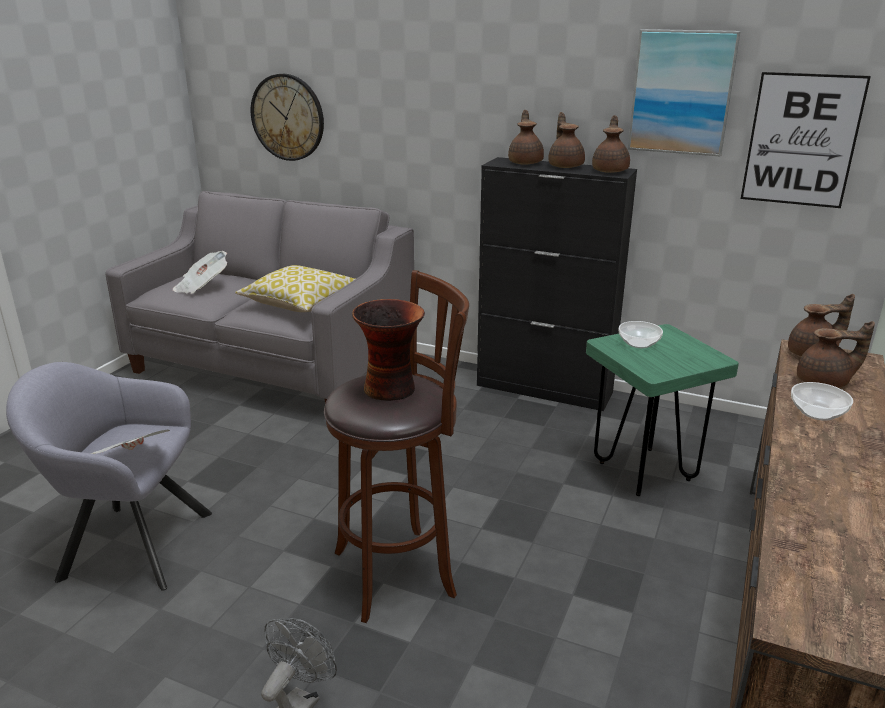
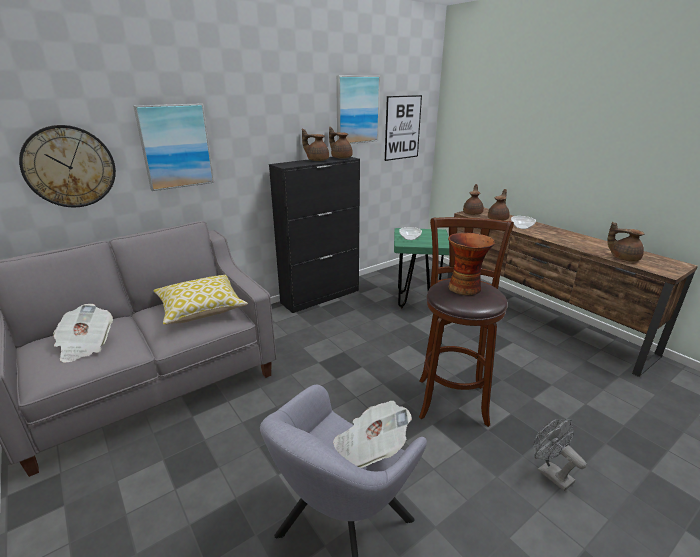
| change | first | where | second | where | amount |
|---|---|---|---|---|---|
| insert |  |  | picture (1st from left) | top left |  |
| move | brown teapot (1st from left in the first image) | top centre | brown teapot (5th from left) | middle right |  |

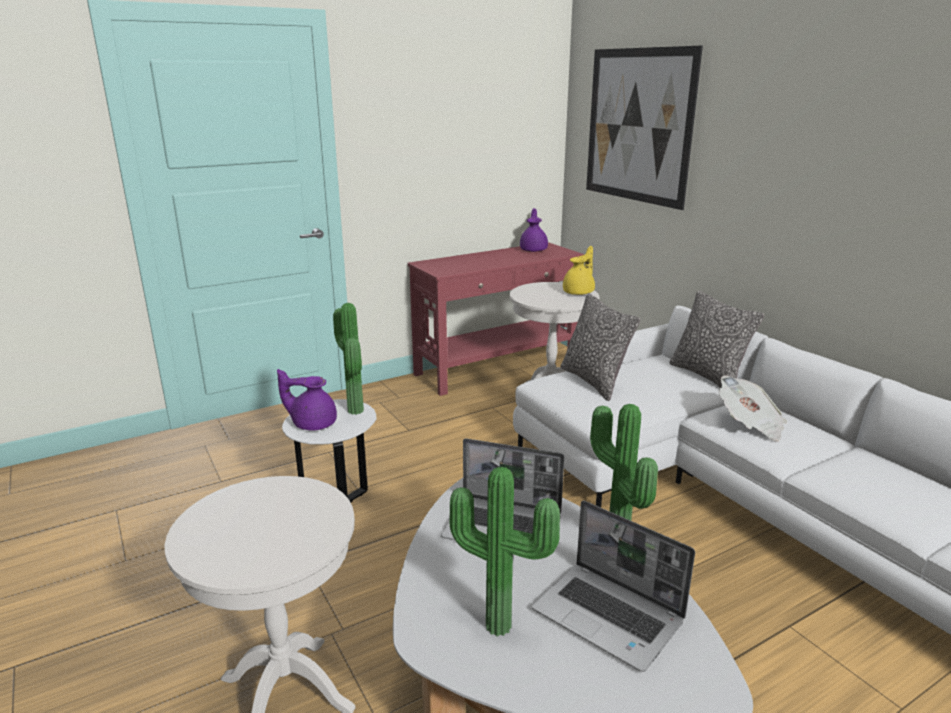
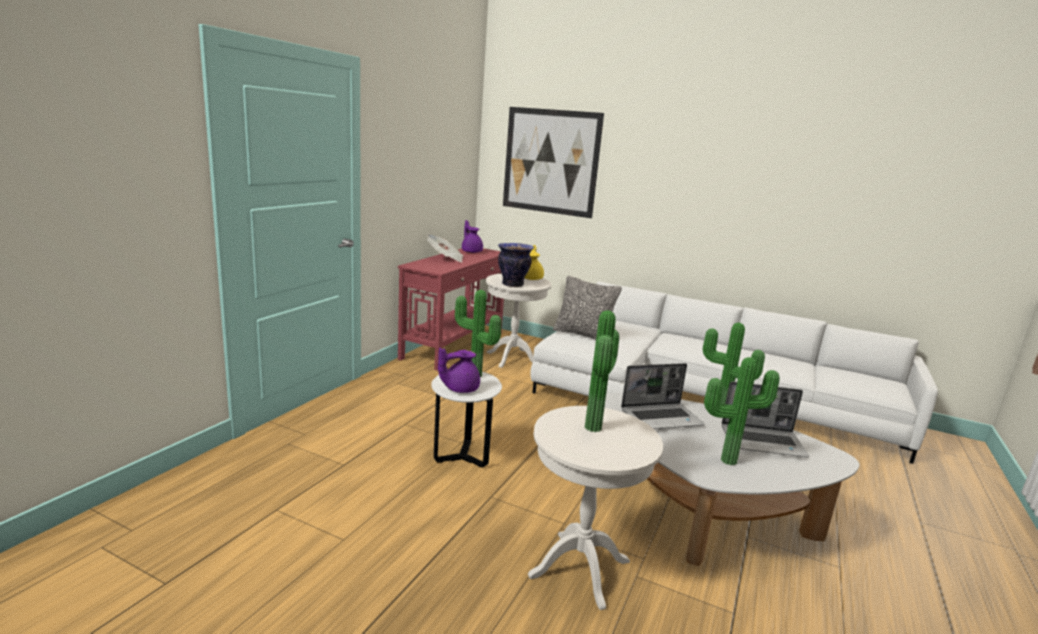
| change | first | where | second | where | amount |
|---|---|---|---|---|---|
| move | newspaper | middle right |  | centre |  |
| insert |  |  | vase | centre |  |
| insert |  |  | potted plant (2nd from left) | centre |  |
| delete | pillow (2nd from left) | middle right |  |  |  |

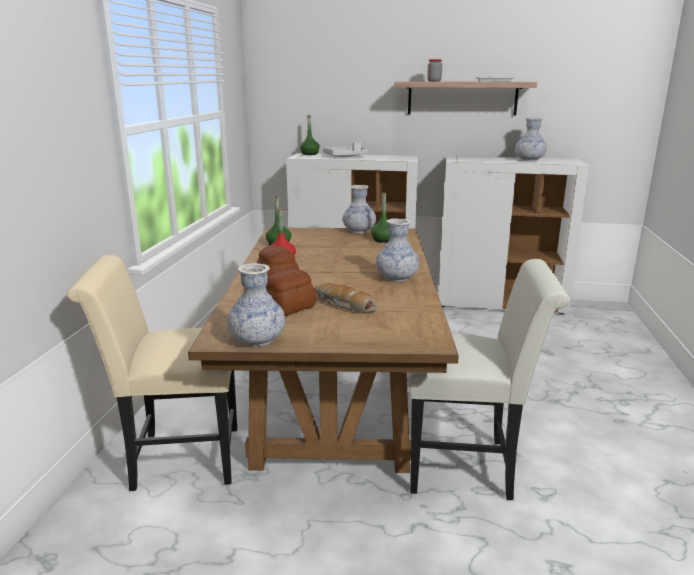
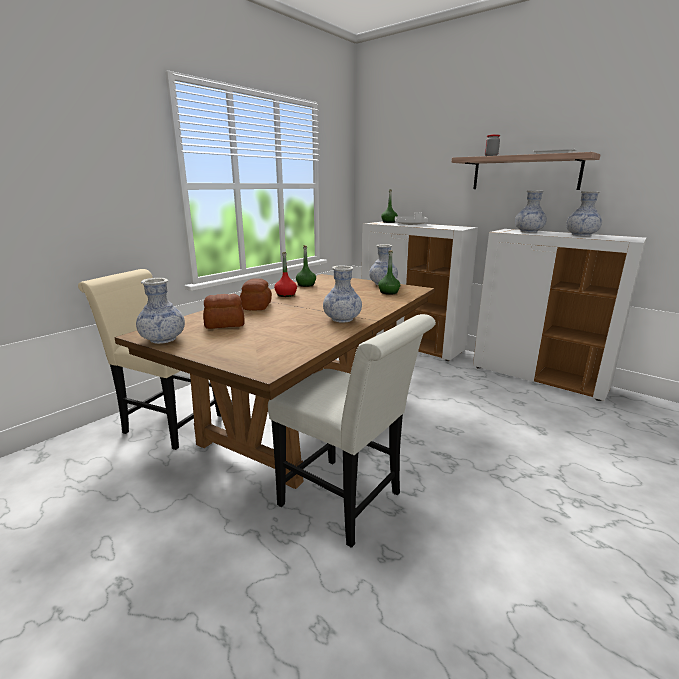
| change | first | where | second | where | amount |
|---|---|---|---|---|---|
| insert |  |  | vase (4th from left) | top right |  |
| delete | bread (3rd from left) | centre |  |  |  |

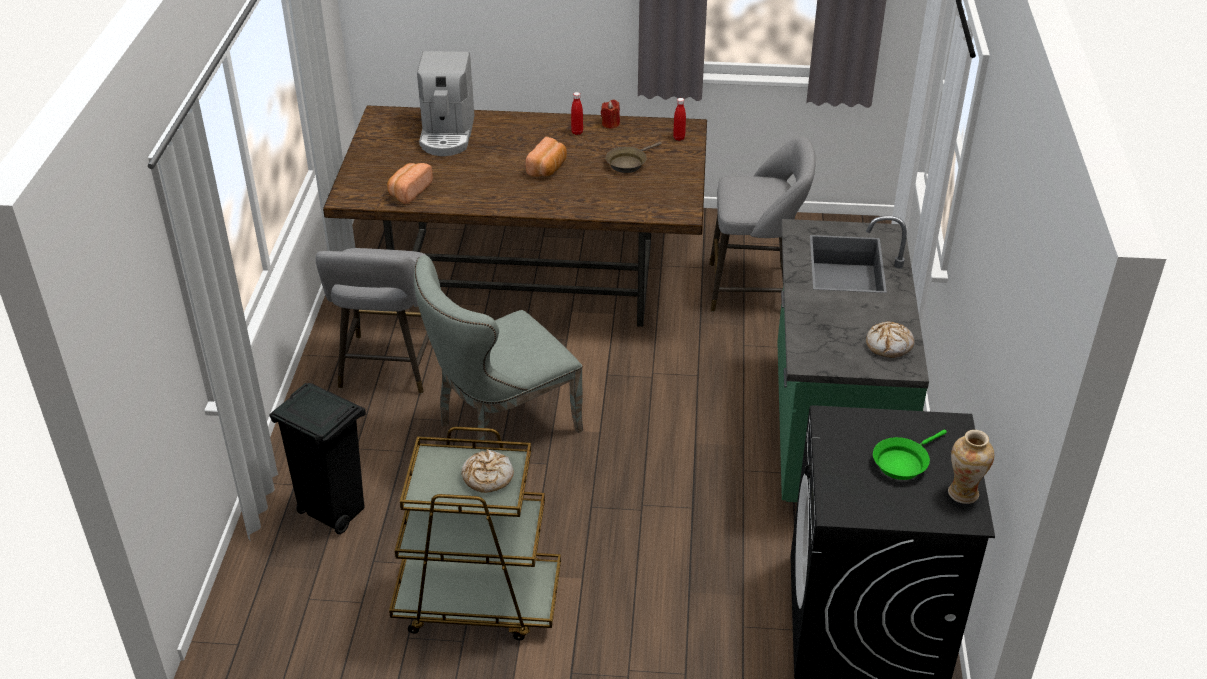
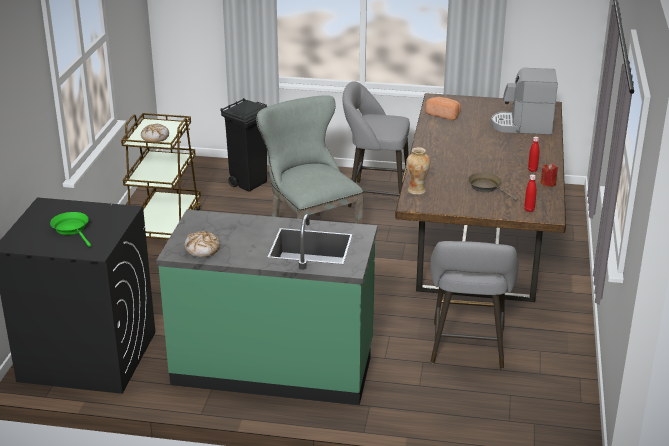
| change | first | where | second | where | amount |
|---|---|---|---|---|---|
| move | vase | bottom right |  | centre |  |
| delete | bread (3rd from left) | top centre |  |  |  |

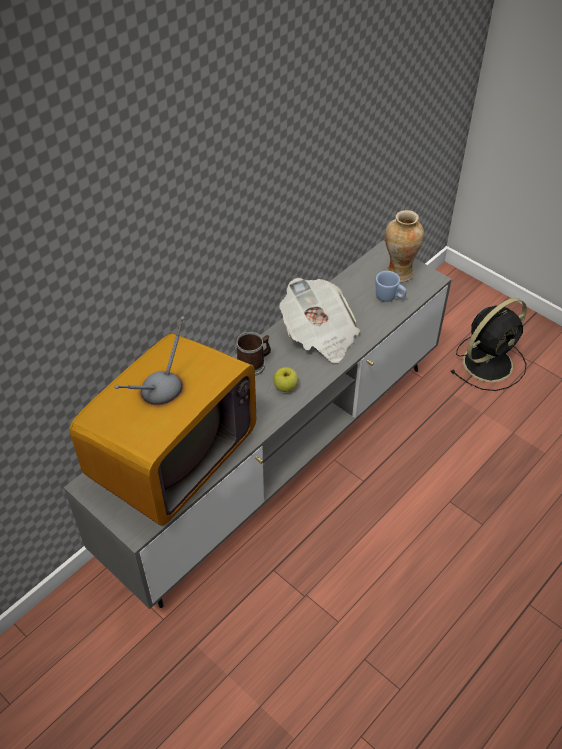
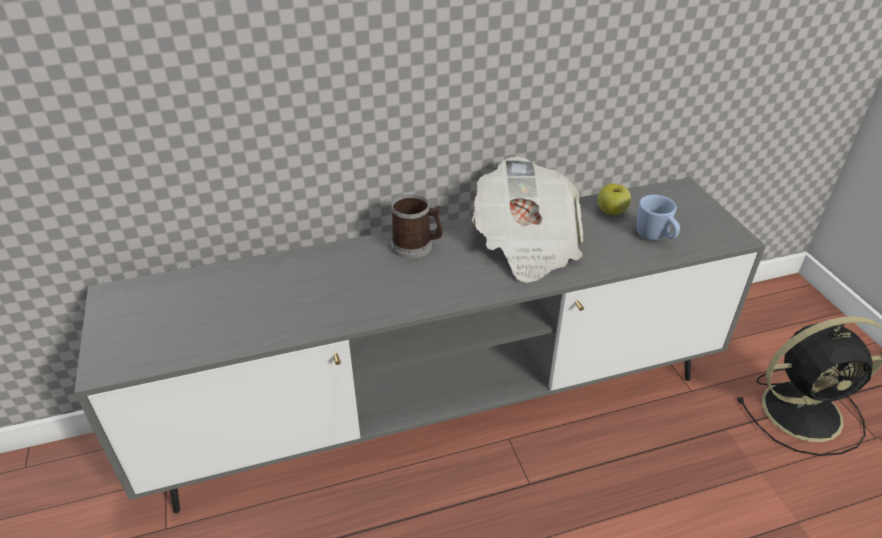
| change | first | where | second | where | amount |
|---|---|---|---|---|---|
| move | apple | centre |  | middle right |  |
| delete | television | middle left |  |  |  |
| delete | vase | top right |  |  |  |

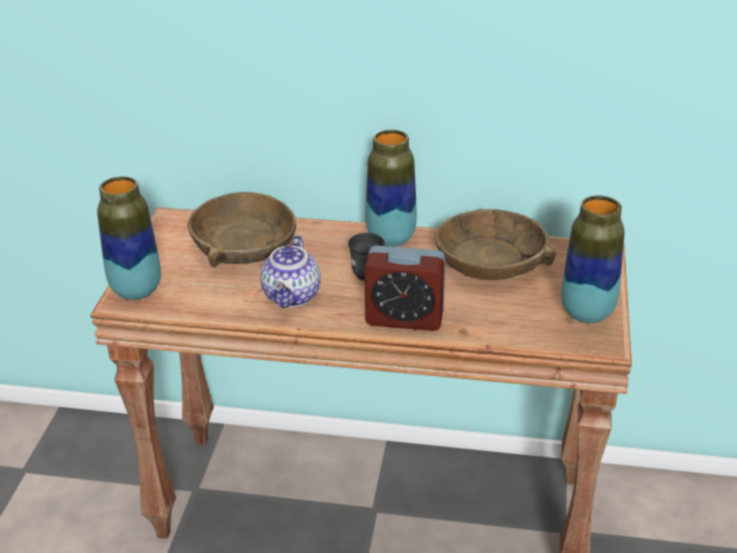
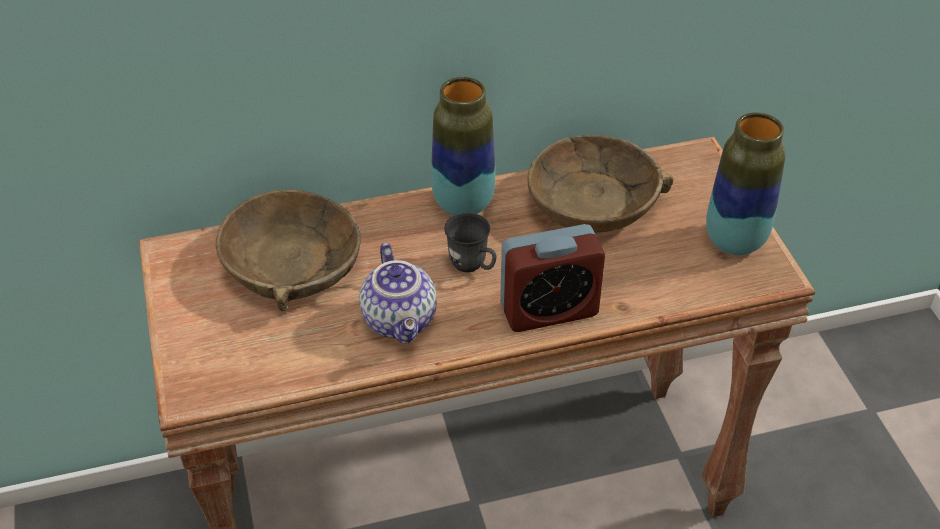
| change | first | where | second | where | amount |
|---|---|---|---|---|---|
| delete | vase (1st from left) | middle left |  |  |  |

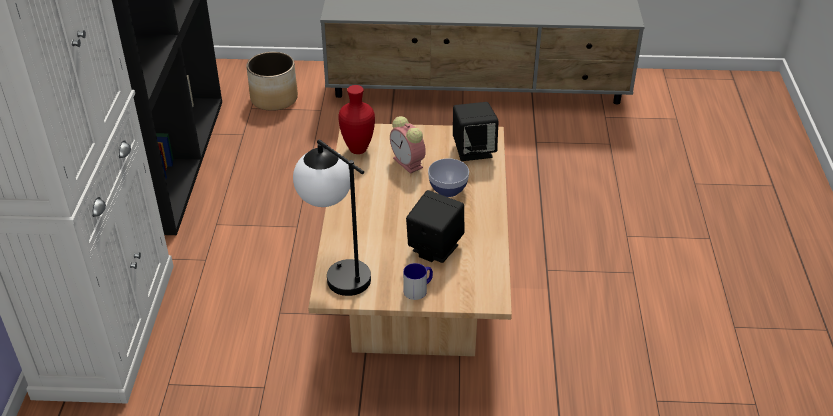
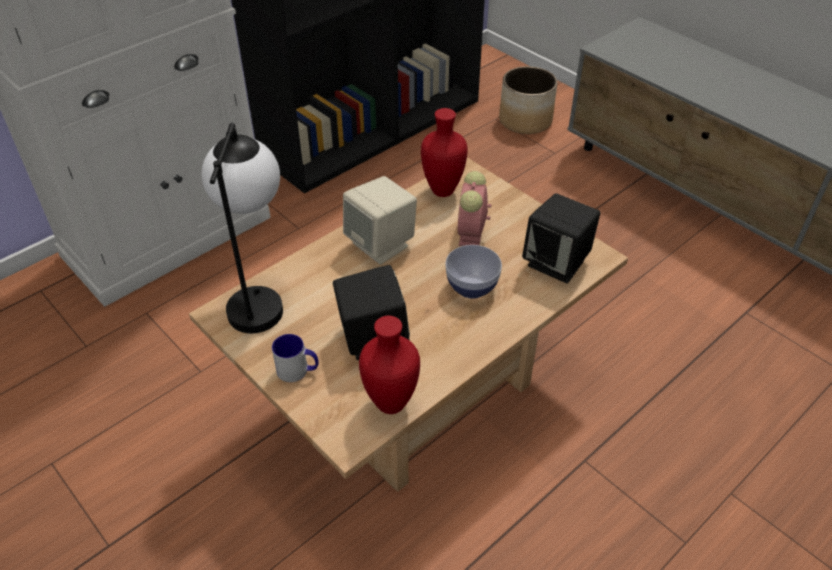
| change | first | where | second | where | amount |
|---|---|---|---|---|---|
| insert |  |  | beige speaker | centre |  |
| insert |  |  | red vase (1st from left) | centre |  |

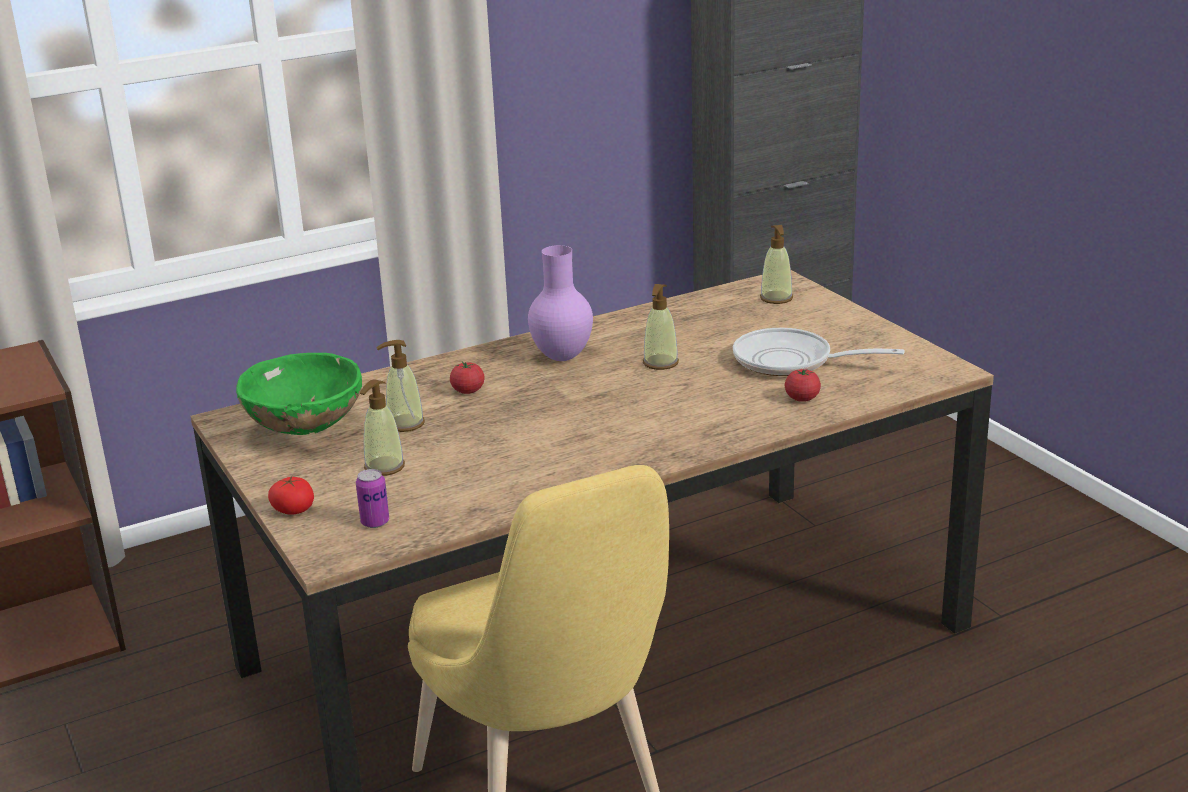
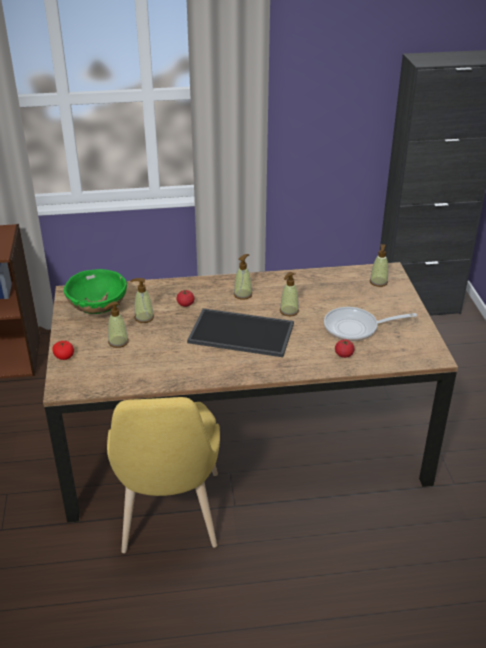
| change | first | where | second | where | amount |
|---|---|---|---|---|---|
| insert |  |  | tray | centre |  |
| replace | purple vase | centre | soap dispenser (3rd from left) | centre |  |
| rotate | frying pan | middle right |  | middle right | 45 degrees counterclockwise |
| delete | can | middle left |  |  |  |

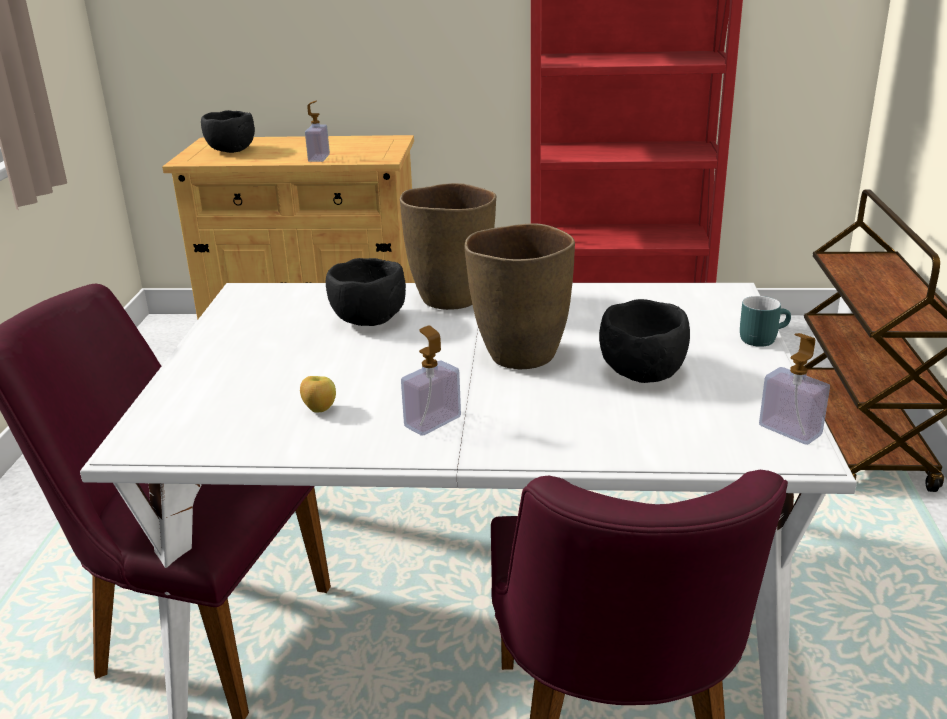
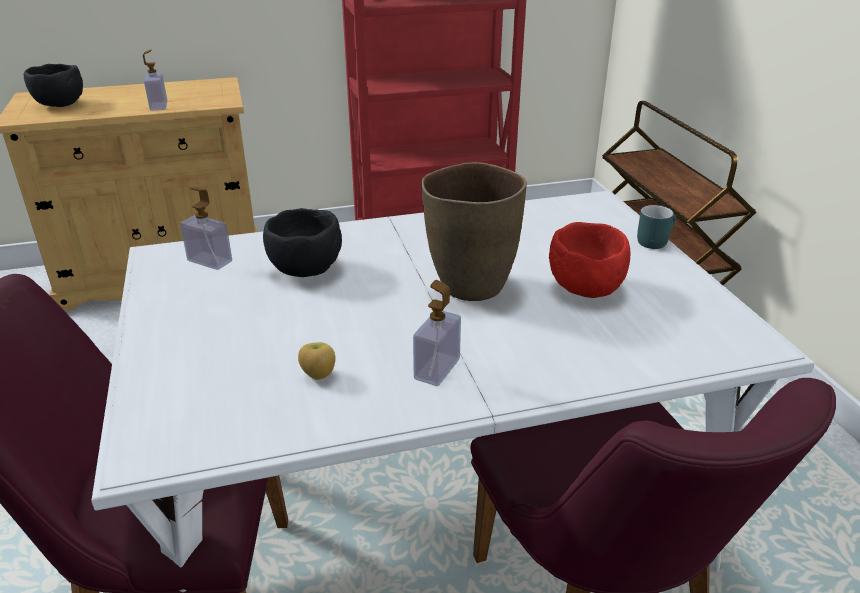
| change | first | where | second | where | amount |
|---|---|---|---|---|---|
| move | soap dispenser (3rd from left in the first image) | middle right | soap dispenser (2nd from left) | middle left |  |
| recolor | black bowl (3rd from left) | middle right | red bowl | middle right |  |
| delete | brown vase (1st from left) | centre |  |  |  |

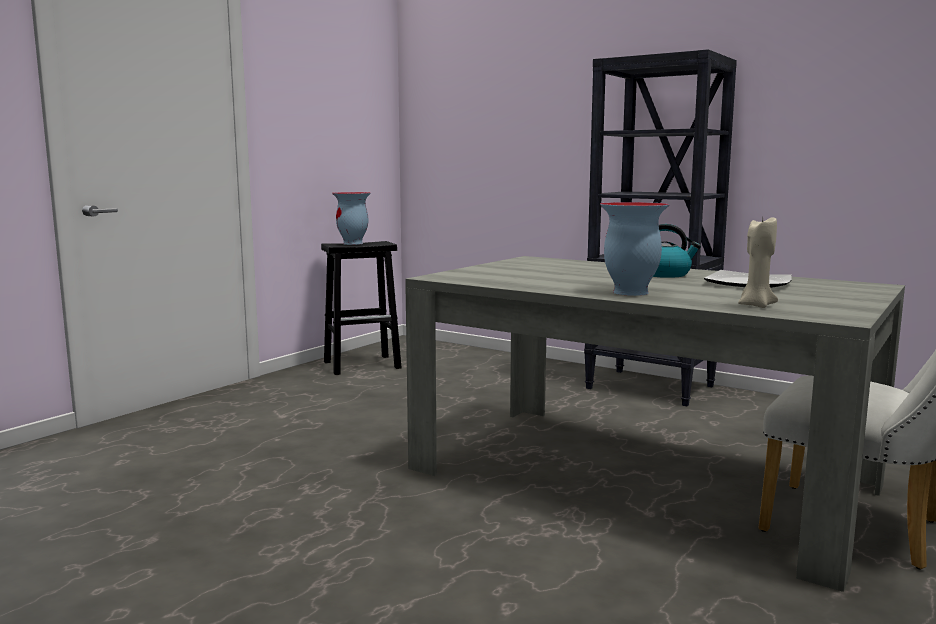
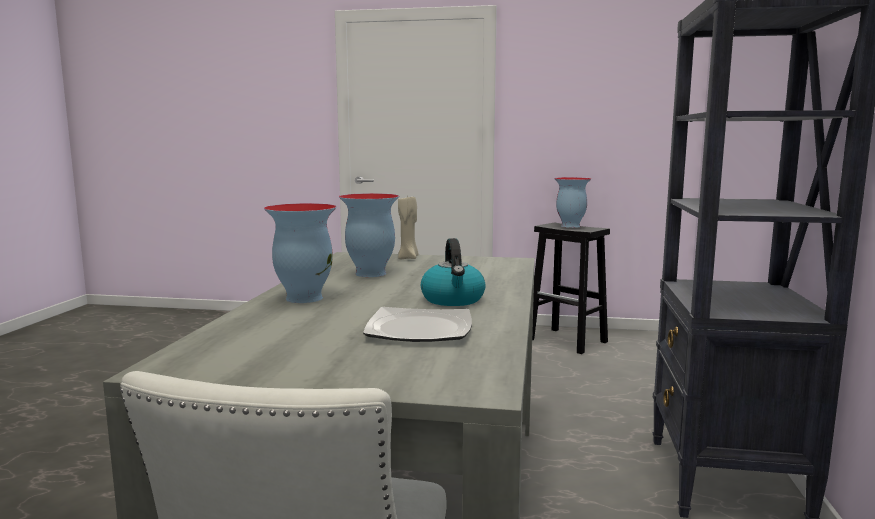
| change | first | where | second | where | amount |
|---|---|---|---|---|---|
| insert |  |  | vase (2nd from left) | centre |  |
| move | beige candle | middle right |  | centre |  |

